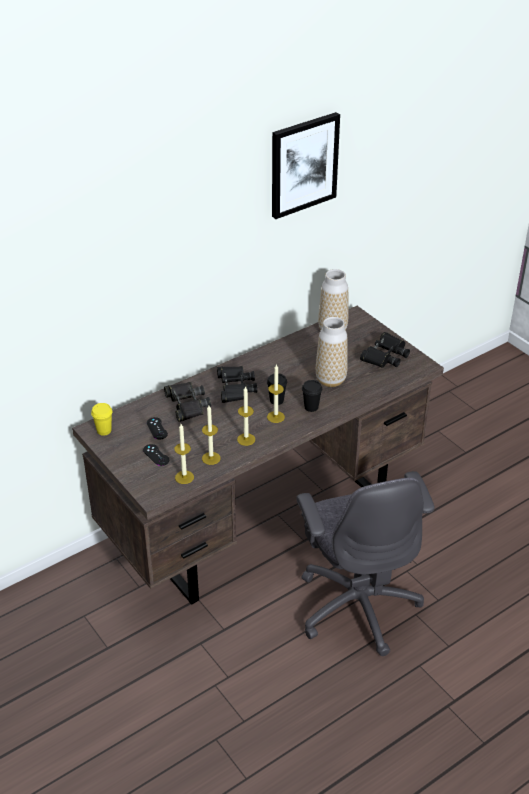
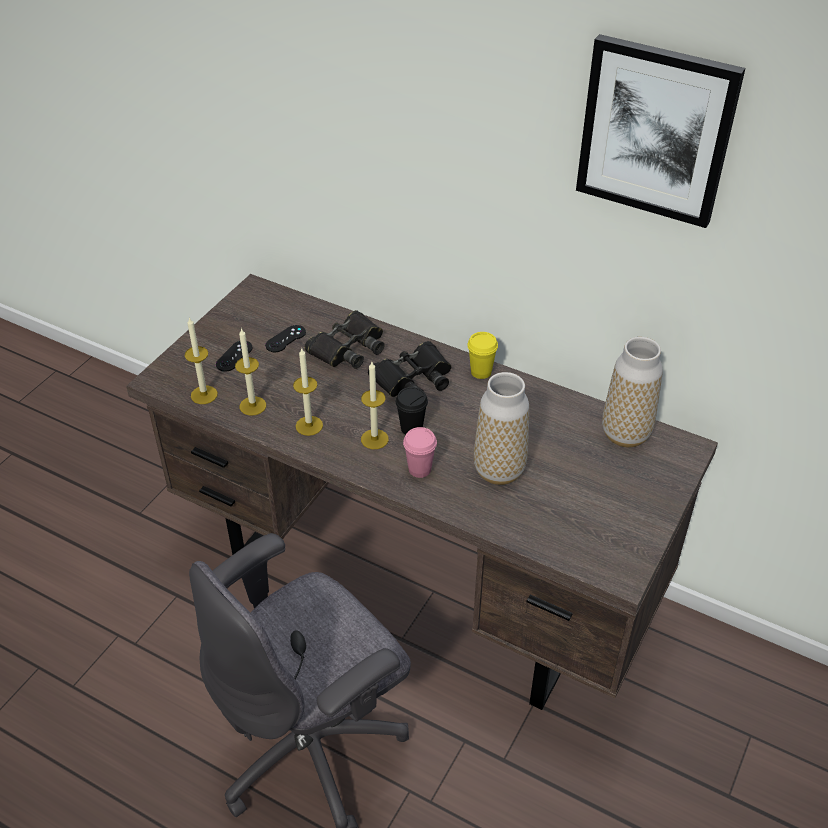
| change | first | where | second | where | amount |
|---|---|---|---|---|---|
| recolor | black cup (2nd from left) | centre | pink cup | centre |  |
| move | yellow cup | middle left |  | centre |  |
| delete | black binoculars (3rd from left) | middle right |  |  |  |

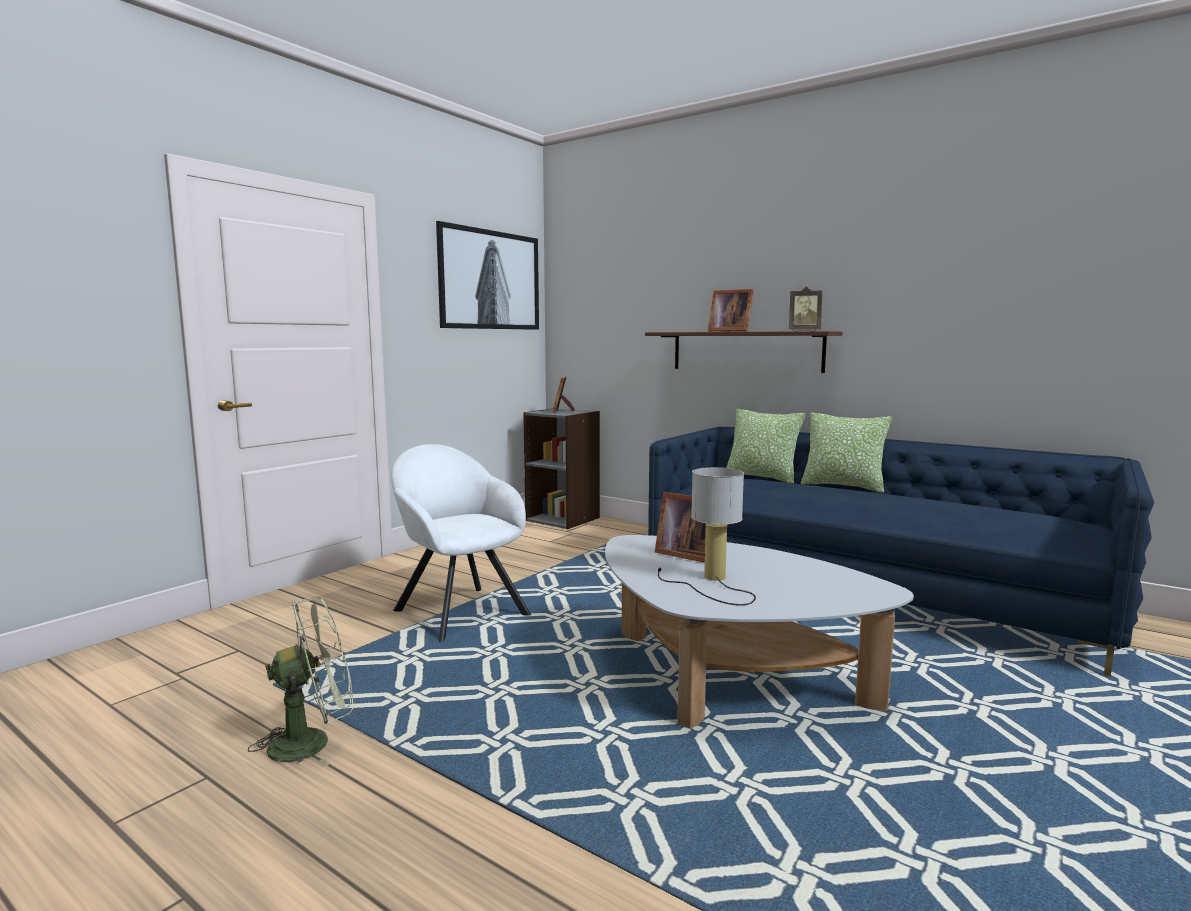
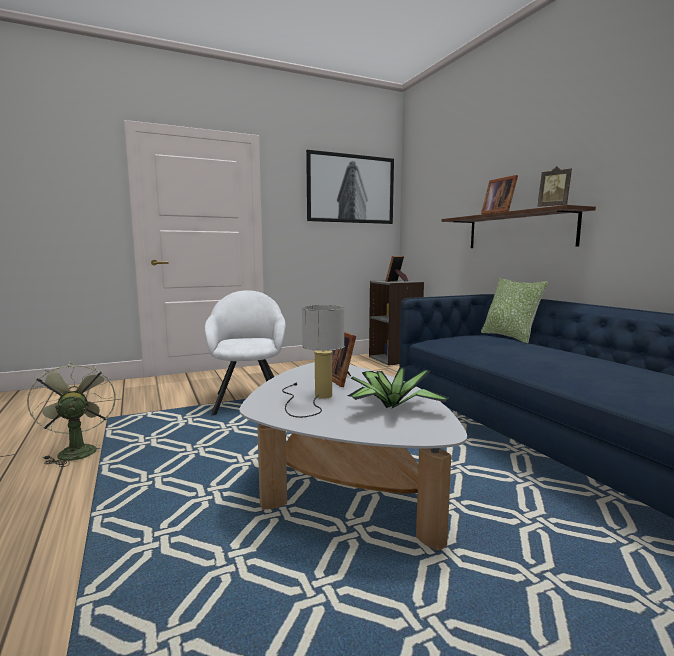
| change | first | where | second | where | amount |
|---|---|---|---|---|---|
| rotate | green fan | bottom left |  | middle left | 120 degrees counterclockwise |
| insert |  |  | potted plant | centre |  |
| delete | pillow (2nd from left) | middle right |  |  |  |

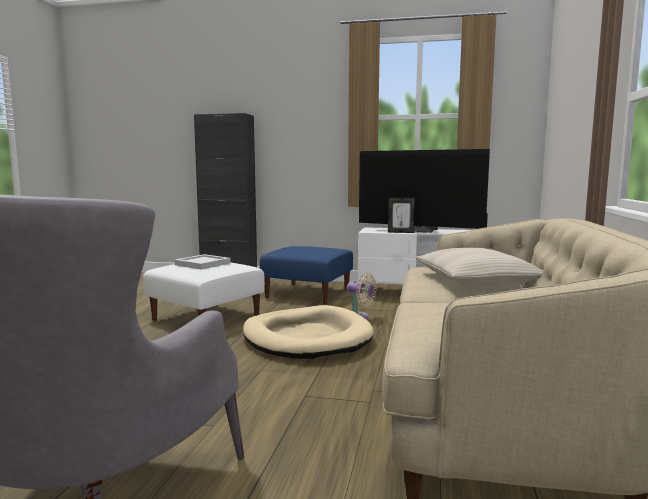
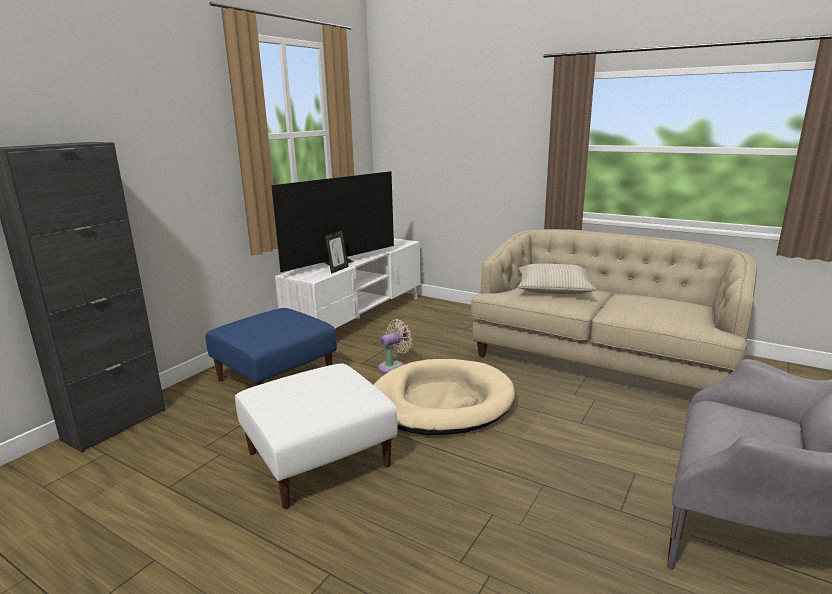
| change | first | where | second | where | amount |
|---|---|---|---|---|---|
| delete | white tray | middle left |  |  |  |

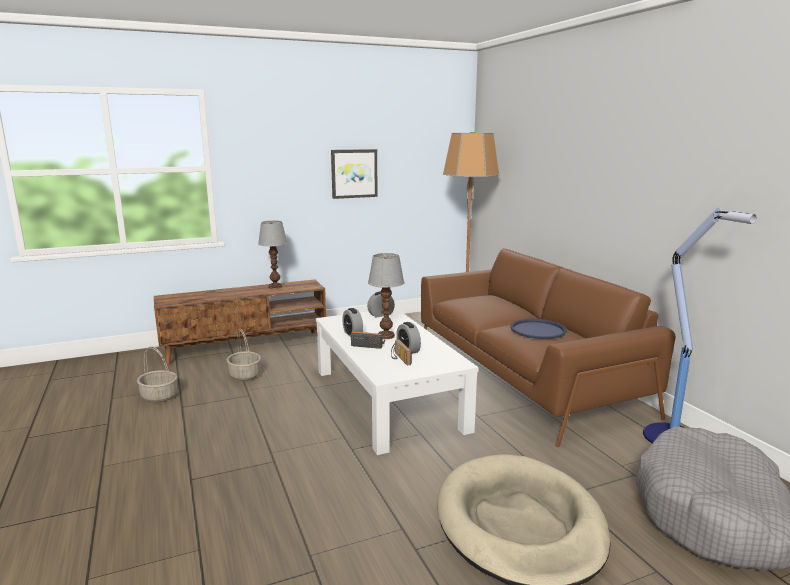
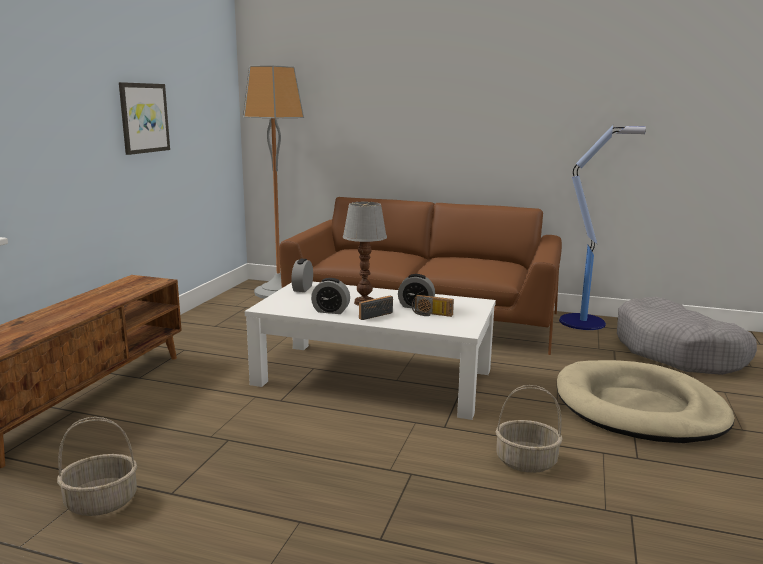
| change | first | where | second | where | amount |
|---|---|---|---|---|---|
| move | basket (2nd from left) | middle left |  | bottom right |  |
| delete | table lamp (1st from left) | centre |  |  |  |
| delete | blue tray | middle right |  |  |  |

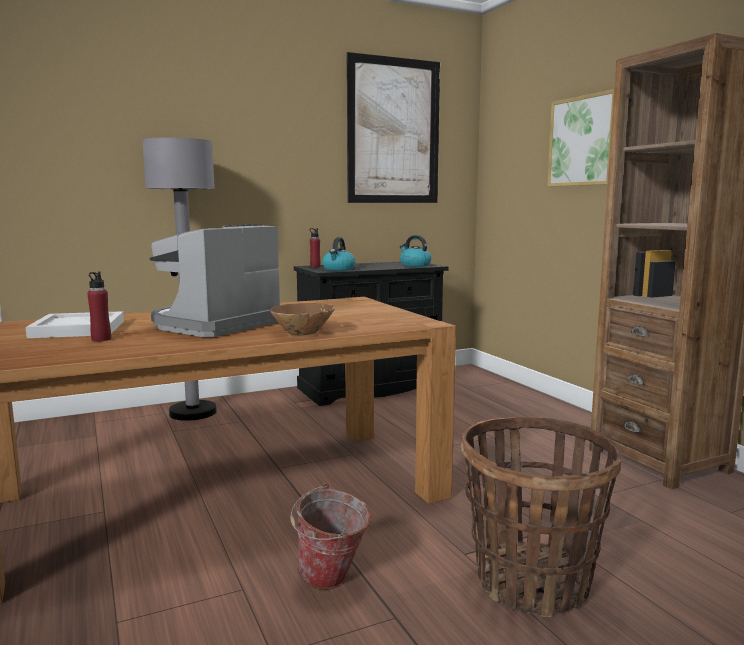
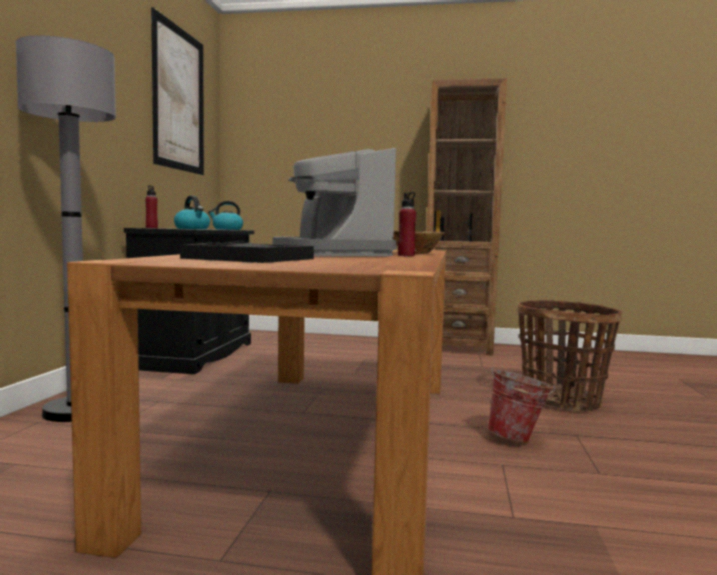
| change | first | where | second | where | amount |
|---|---|---|---|---|---|
| recolor | white tray | middle left | black tray | centre |  |
| move | red bottle (1st from left in the first image) | middle left | red bottle (2nd from left) | centre |  |
| delete | picture (2nd from left) | top right |  |  |  |

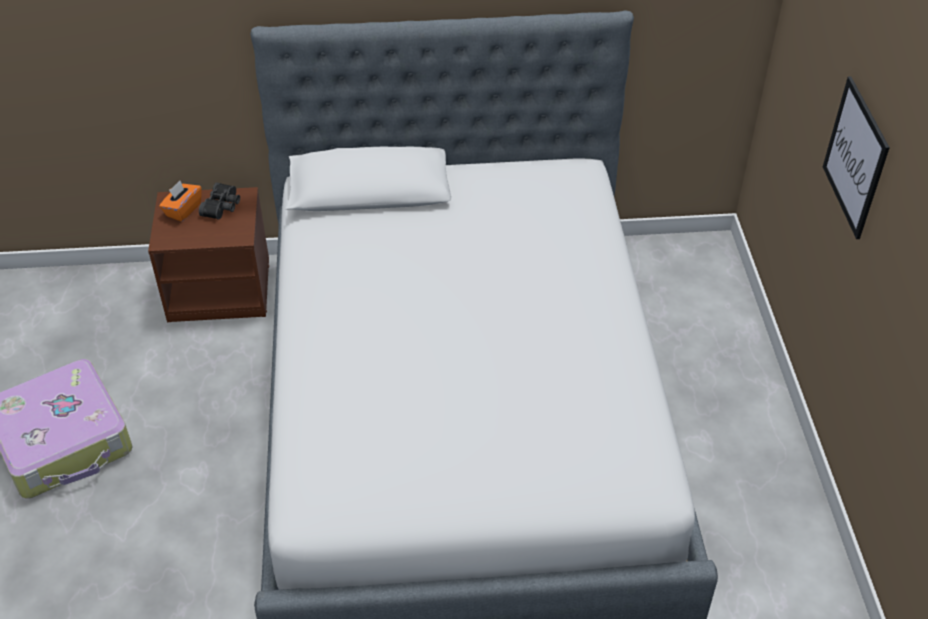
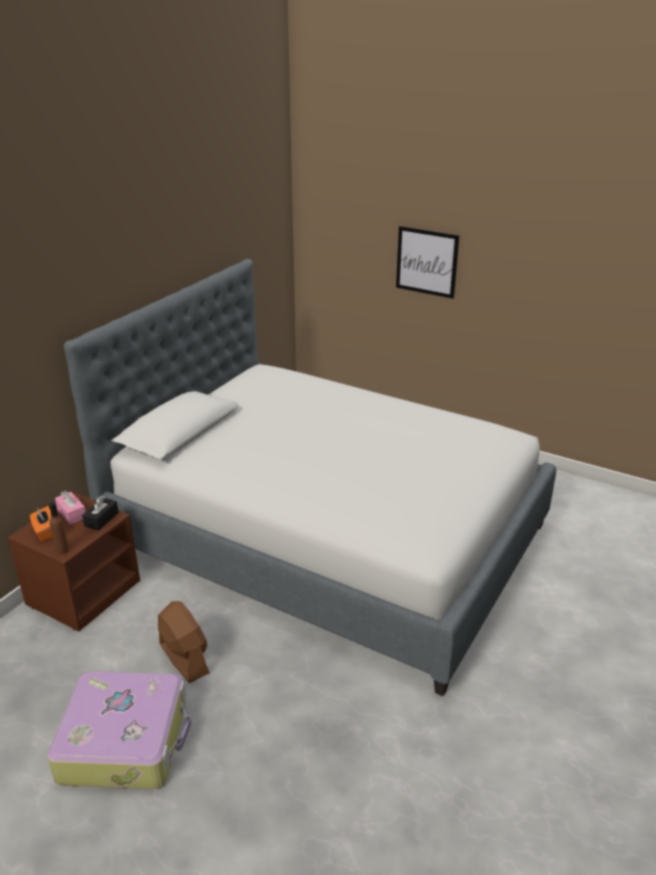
| change | first | where | second | where | amount |
|---|---|---|---|---|---|
| insert |  |  | brown bottle | middle left |  |
| replace | black binoculars | top left | pink tissue box | middle left |  |
| insert |  |  | black tissue box | middle left |  |
| insert |  |  | brown fan | bottom left |  |

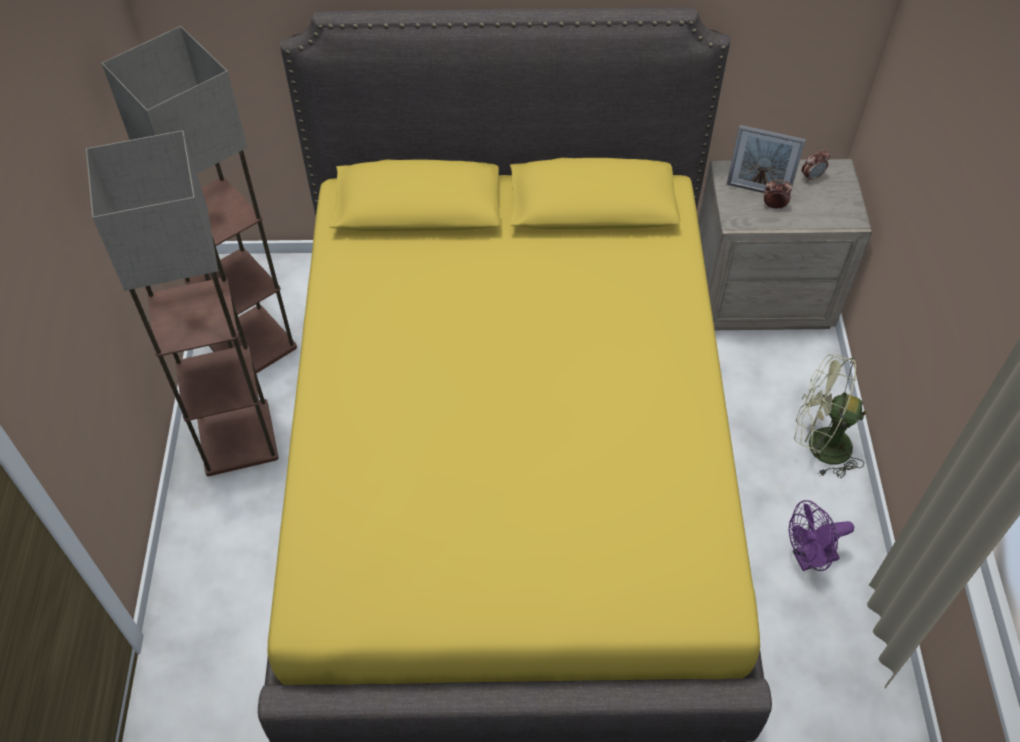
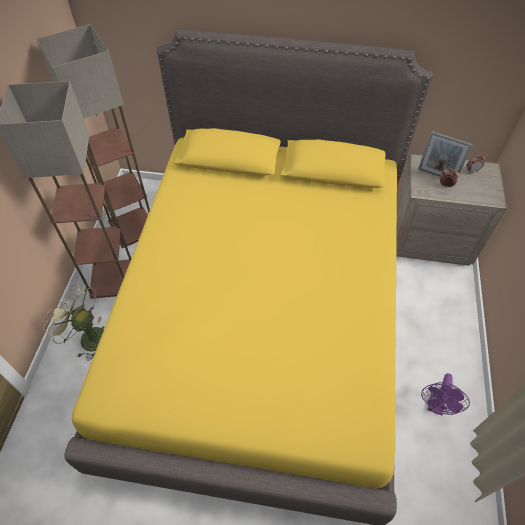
| change | first | where | second | where | amount |
|---|---|---|---|---|---|
| move | green fan | middle right |  | middle left |  |
| rotate | purple fan | bottom right |  | bottom right | 60 degrees counterclockwise |

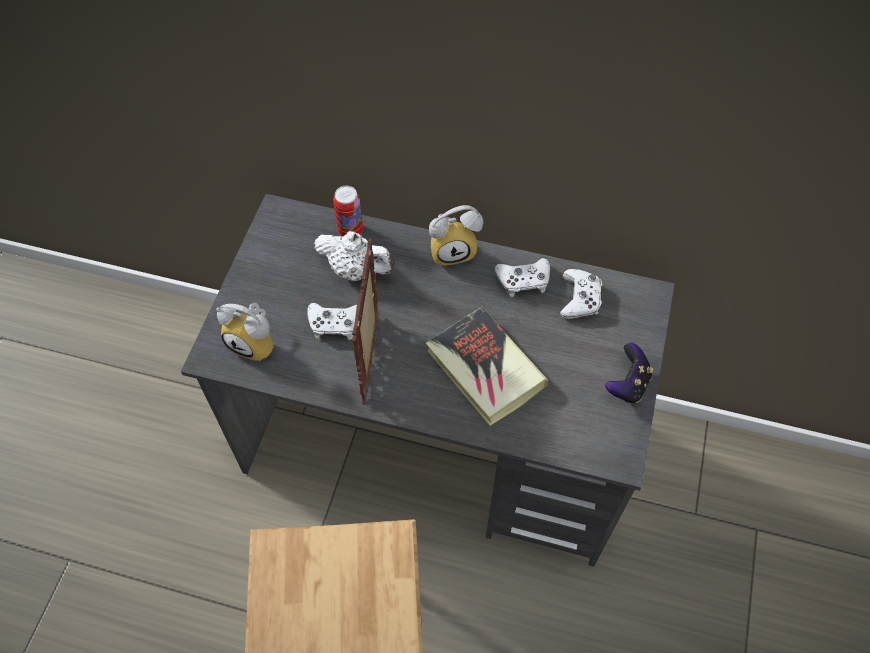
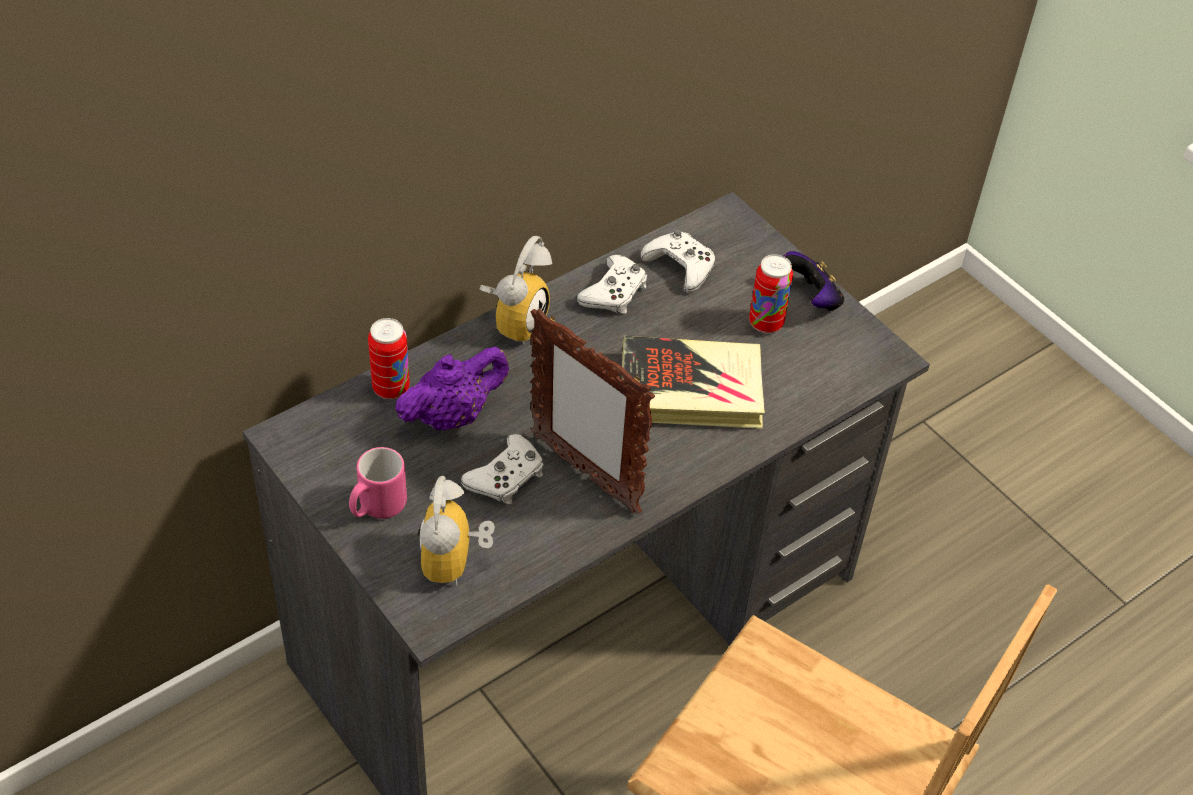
| change | first | where | second | where | amount |
|---|---|---|---|---|---|
| insert |  |  | pink mug | middle left |  |
| recolor | white teapot | centre | purple teapot | centre |  |
| rotate | alarm clock (1st from left) | middle left |  | bottom centre | 120 degrees clockwise |
| insert |  |  | can (2nd from left) | centre |  |

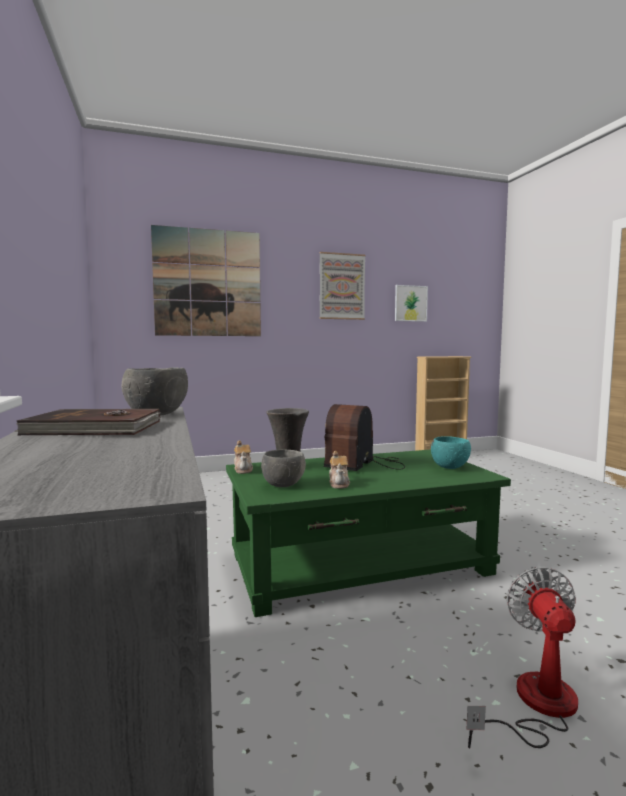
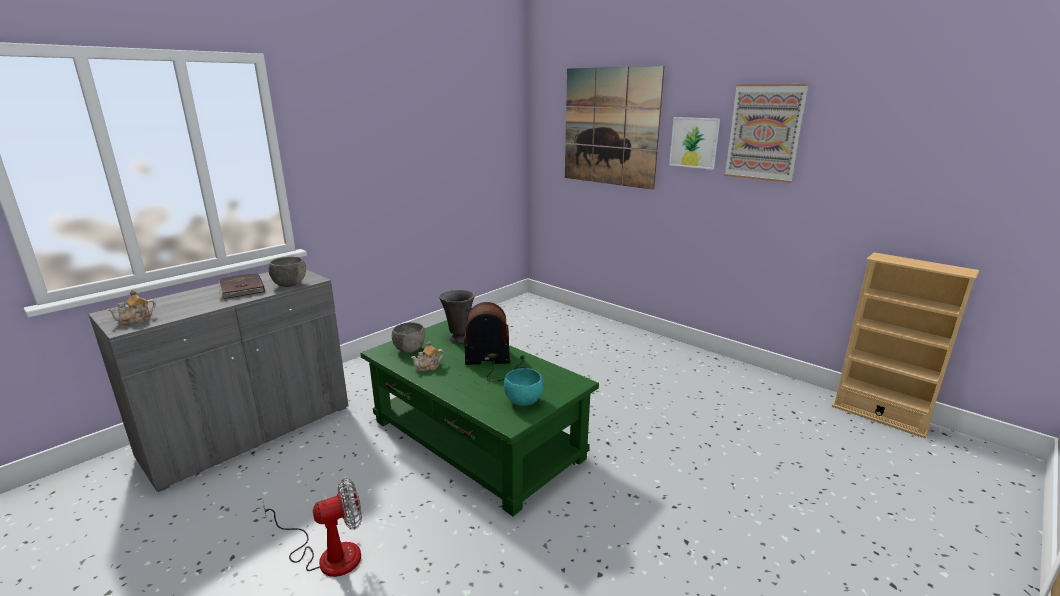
| change | first | where | second | where | amount |
|---|---|---|---|---|---|
| move | teapot (1st from left) | centre |  | middle left |  |
| move | picture (3rd from left in the first image) | centre | picture (2nd from left) | top centre |  |

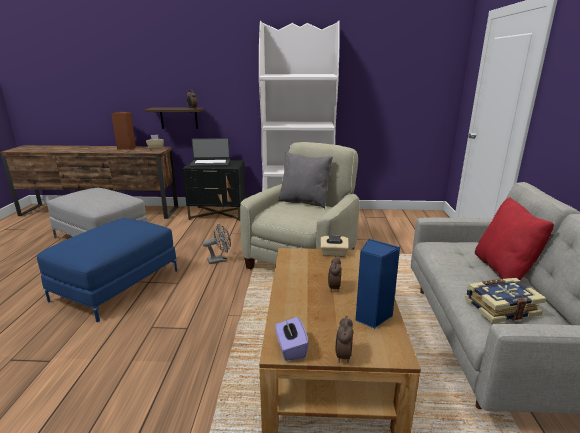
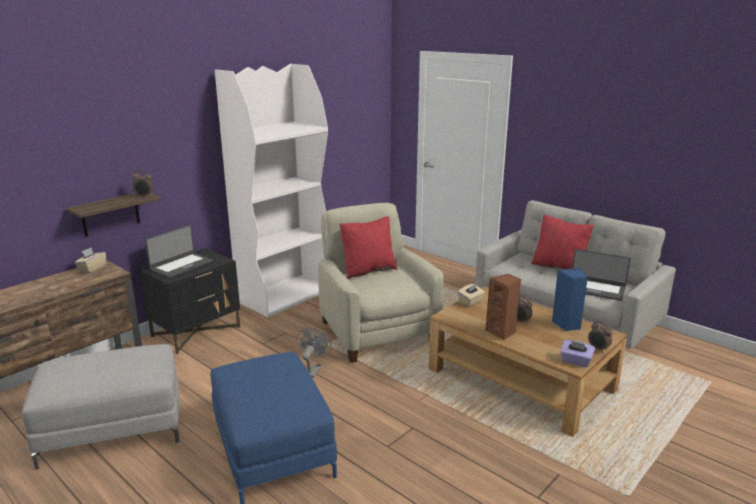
| change | first | where | second | where | amount |
|---|---|---|---|---|---|
| recolor | grey pillow | centre | red pillow (1st from left) | centre |  |
| move | brown speaker | top left |  | centre |  |
| replace | book | bottom right | laptop (2nd from left) | middle right |  |

